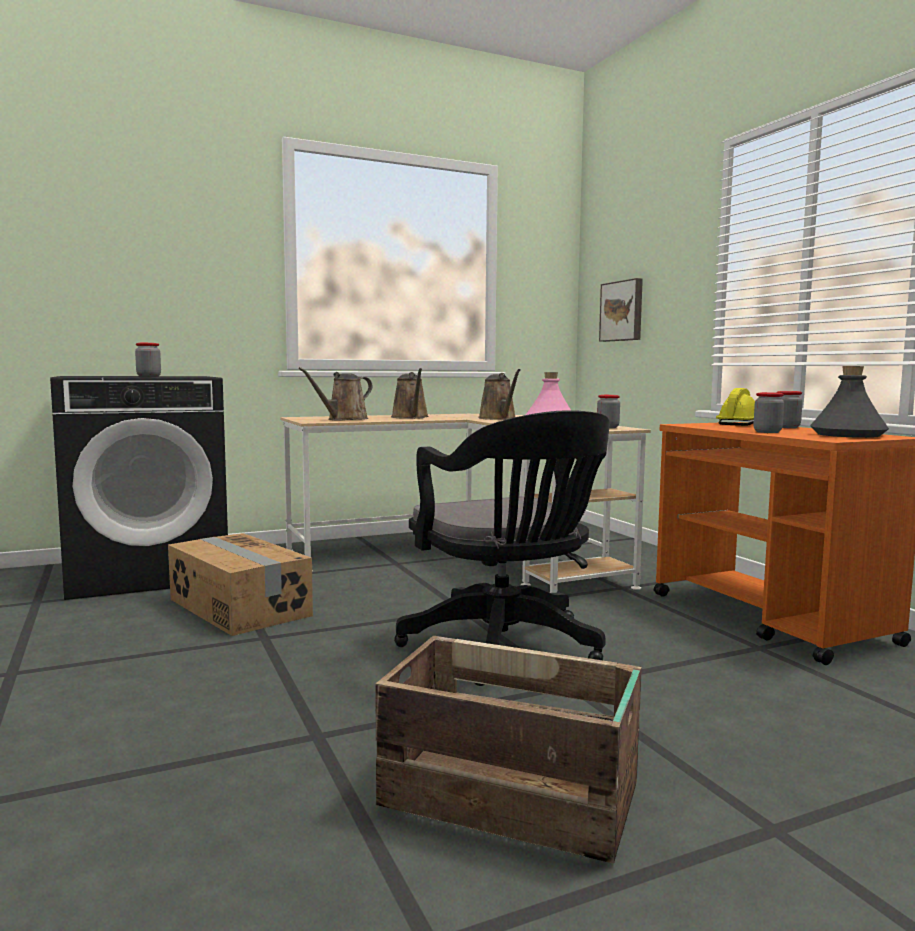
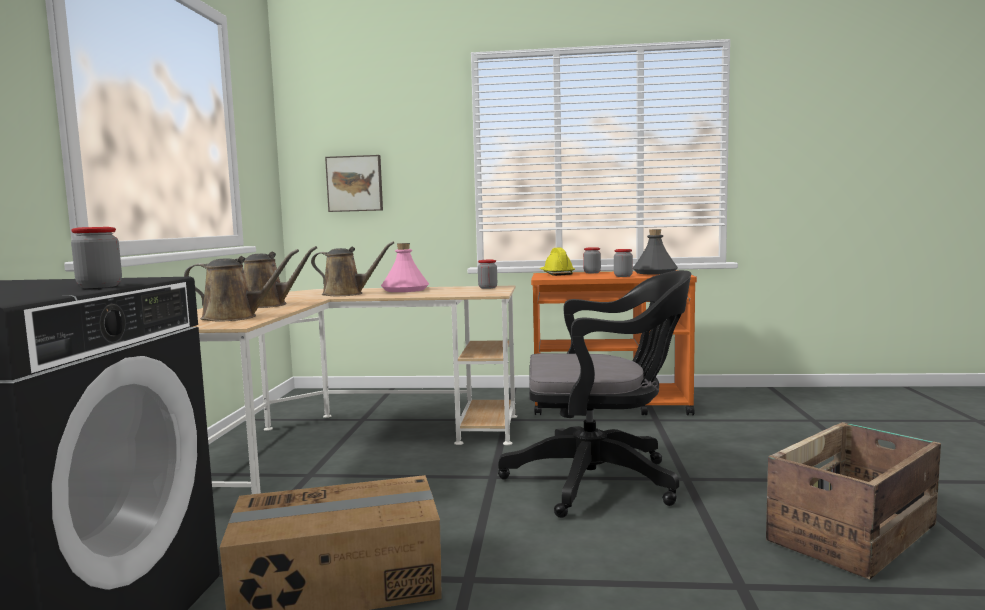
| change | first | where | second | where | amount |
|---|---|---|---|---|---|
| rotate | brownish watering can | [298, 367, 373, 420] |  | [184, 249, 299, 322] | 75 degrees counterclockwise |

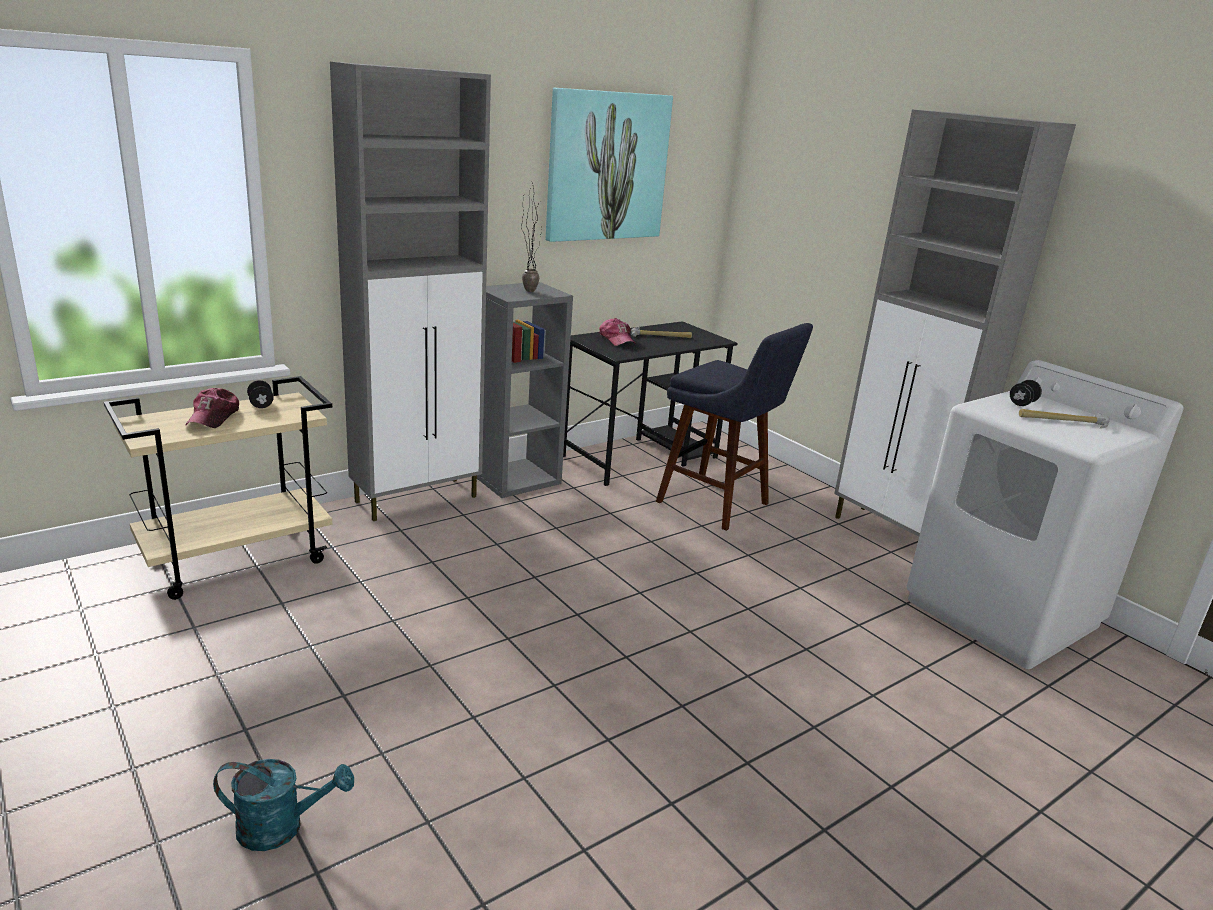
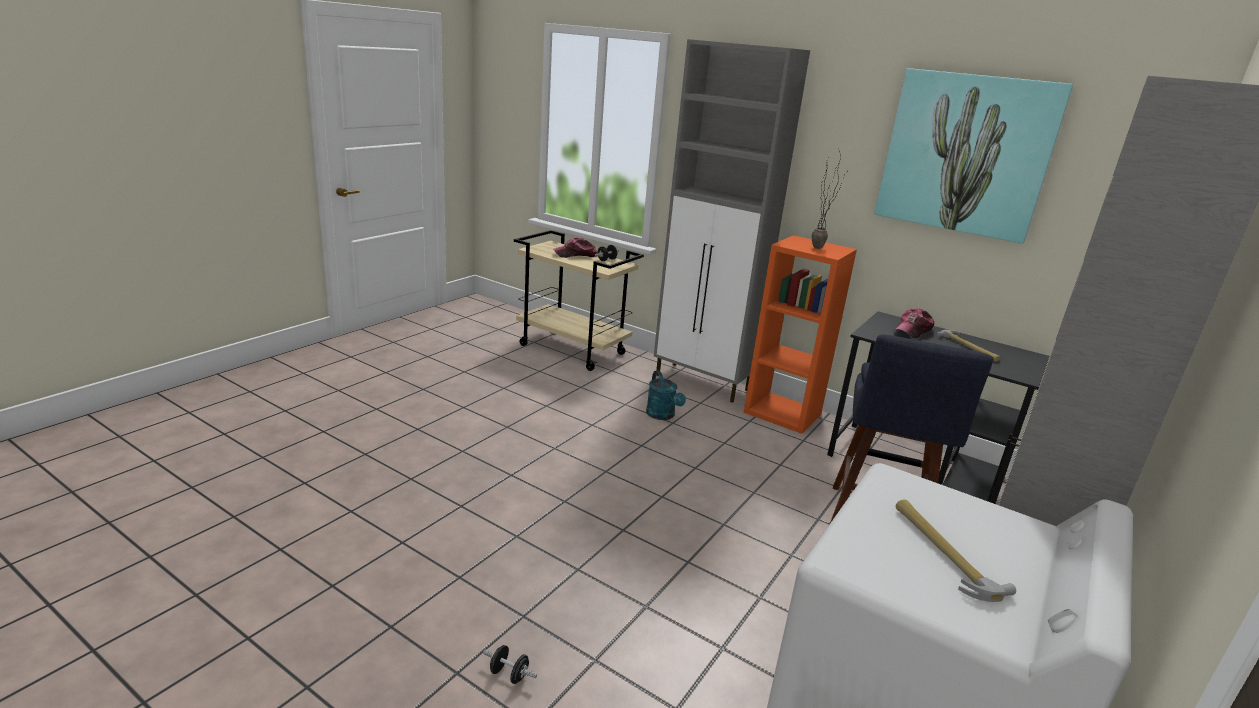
| change | first | where | second | where | amount |
|---|---|---|---|---|---|
| move | black-coloured hand weight | [1010, 380, 1042, 406] |  | [483, 645, 537, 684] |  |
| move | turquoise-coloured watering can | [213, 759, 354, 851] |  | [646, 370, 686, 420] |  |
| recolor | grey shelving unit | [477, 282, 573, 498] | orangey shelving unit | [744, 235, 857, 434] |  |

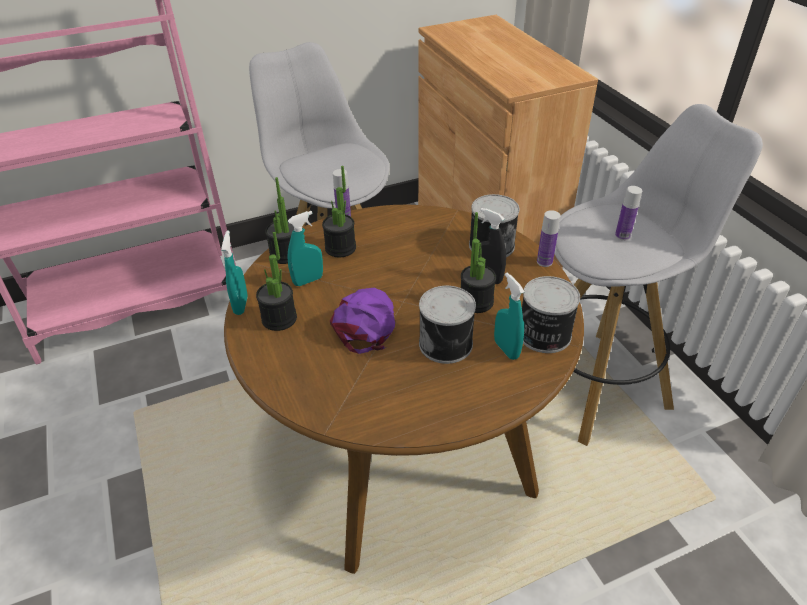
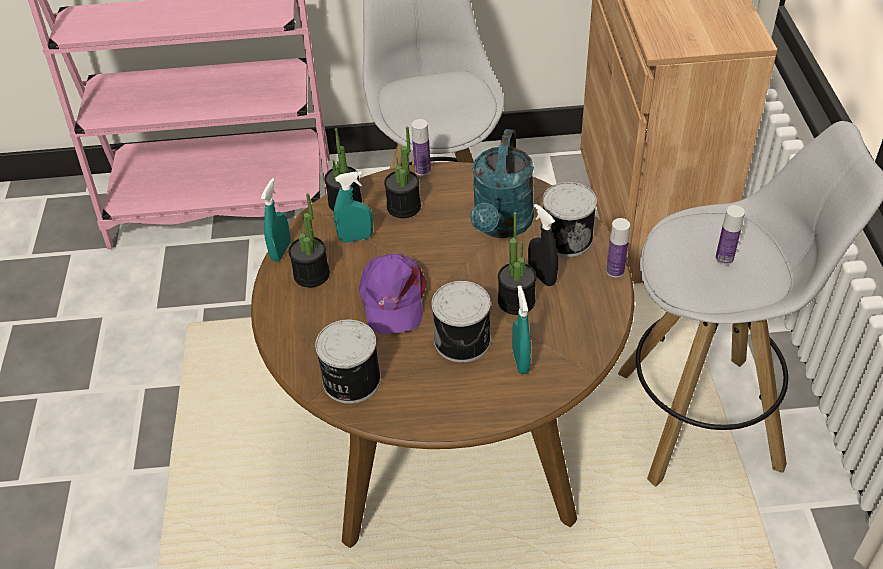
| change | first | where | second | where | amount |
|---|---|---|---|---|---|
| move | sealed can | [522, 276, 580, 353] |  | [315, 320, 381, 404] |  |
| rotate | purple cap | [330, 288, 395, 354] |  | [359, 254, 427, 334] | 150 degrees clockwise |
| insert |  |  | turquoise-coloured watering can | [470, 129, 534, 238] |  |

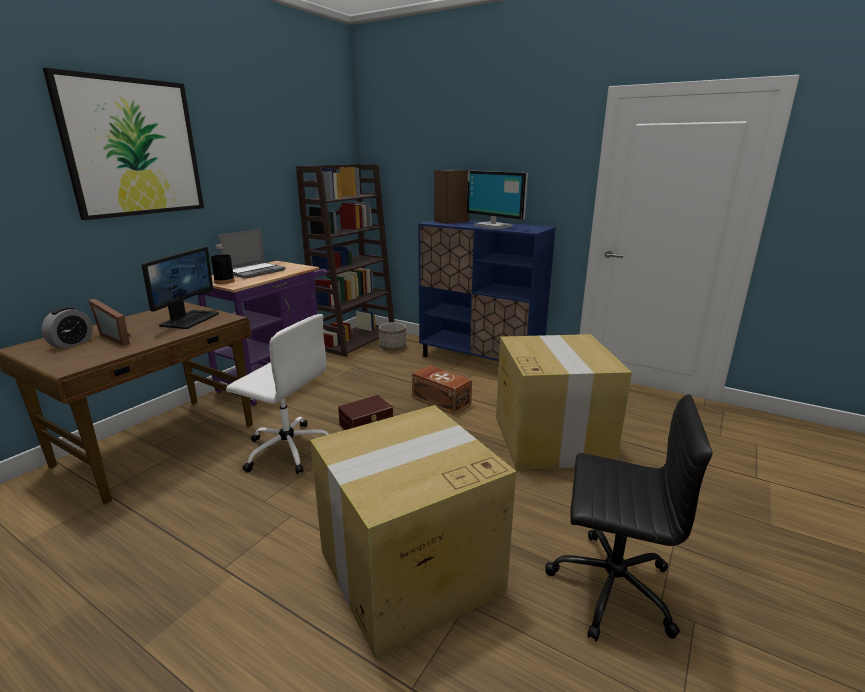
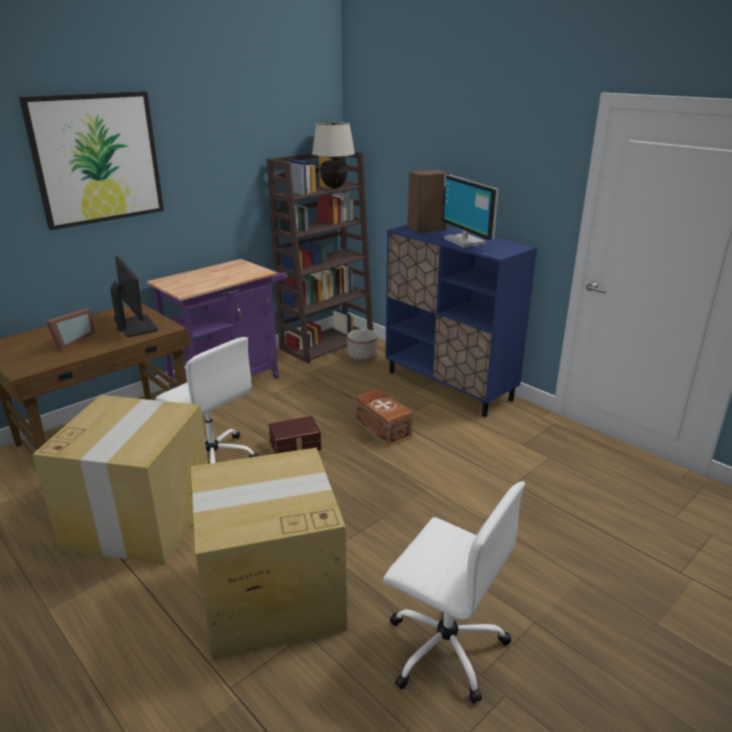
| change | first | where | second | where | amount |
|---|---|---|---|---|---|
| move | carton | [496, 334, 632, 470] |  | [32, 395, 208, 565] |  |
| rotate | standing frame | [88, 299, 132, 346] |  | [46, 308, 95, 350] | 120 degrees counterclockwise |
| rotate | computer display | [142, 247, 219, 329] |  | [110, 256, 158, 337] | 60 degrees counterclockwise |
| insert |  |  | beige-coloured table lamp | [312, 122, 355, 188] |  |
| recolor | black-coloured office chair | [545, 394, 713, 642] | white-coloured office chair | [383, 481, 525, 704] |  |
| delete | table clock | [42, 307, 93, 349] |  |  |  |
| delete | black-coloured bottle | [211, 245, 235, 284] |  |  |  |
| delete | portable computer | [218, 229, 286, 279] |  |  |  |

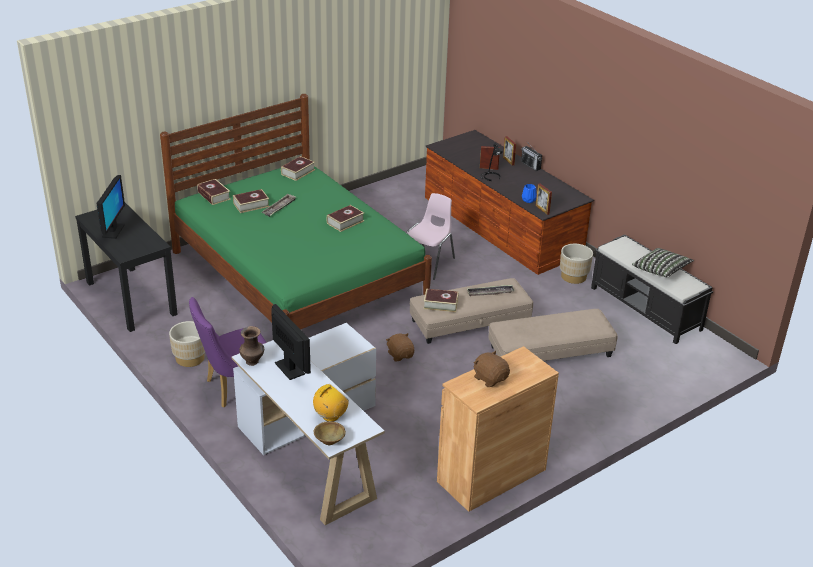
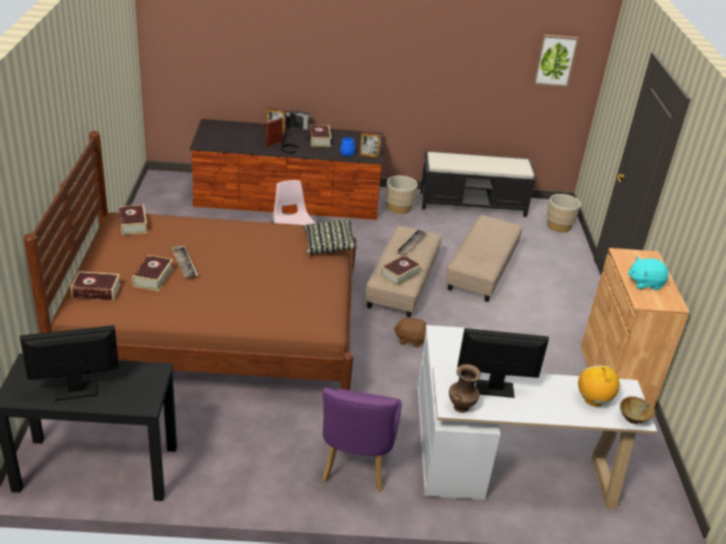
| change | first | where | second | where | amount |
|---|---|---|---|---|---|
| rotate | computer display | [96, 175, 125, 239] |  | [20, 325, 119, 401] | 60 degrees counterclockwise |
| recolor | green sleeping bed | [160, 94, 432, 330] | brownish sleeping bed | [23, 131, 357, 390] |  |
| move | throw pillow | [632, 248, 694, 278] |  | [303, 220, 357, 254] |  |
| move | volume | [327, 205, 364, 232] |  | [309, 125, 331, 147] |  |
| insert |  |  | picture | [533, 34, 579, 87] |  |
| move | beige-coloured flower pot | [169, 321, 205, 367] |  | [547, 194, 581, 233] |  |
| recolor | brownish soft toy | [473, 351, 510, 387] | turquoise-coloured soft toy | [628, 256, 668, 290] |  |

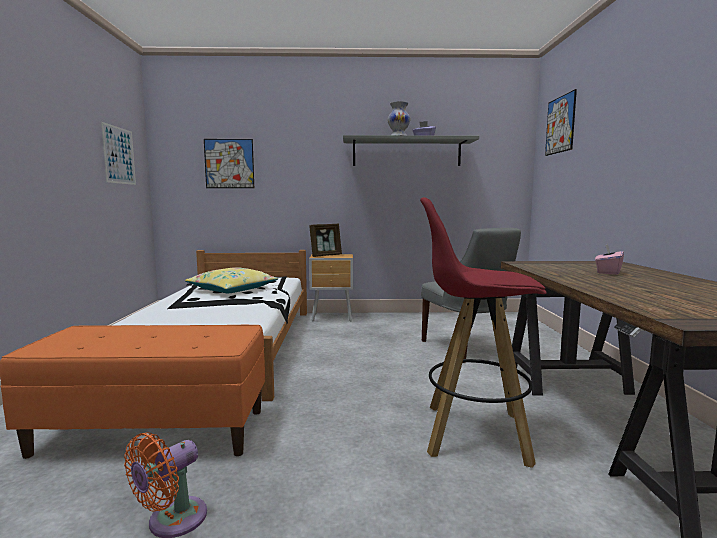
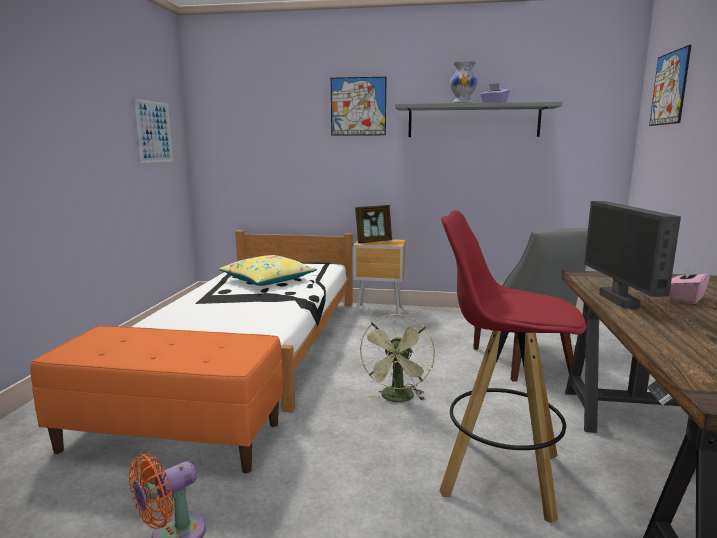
| change | first | where | second | where | amount |
|---|---|---|---|---|---|
| move | picture | [204, 139, 254, 188] |  | [331, 77, 386, 136] |  |
| insert |  |  | green electric fan | [360, 314, 435, 402] |  |
| insert |  |  | computer display | [584, 201, 681, 308] |  |

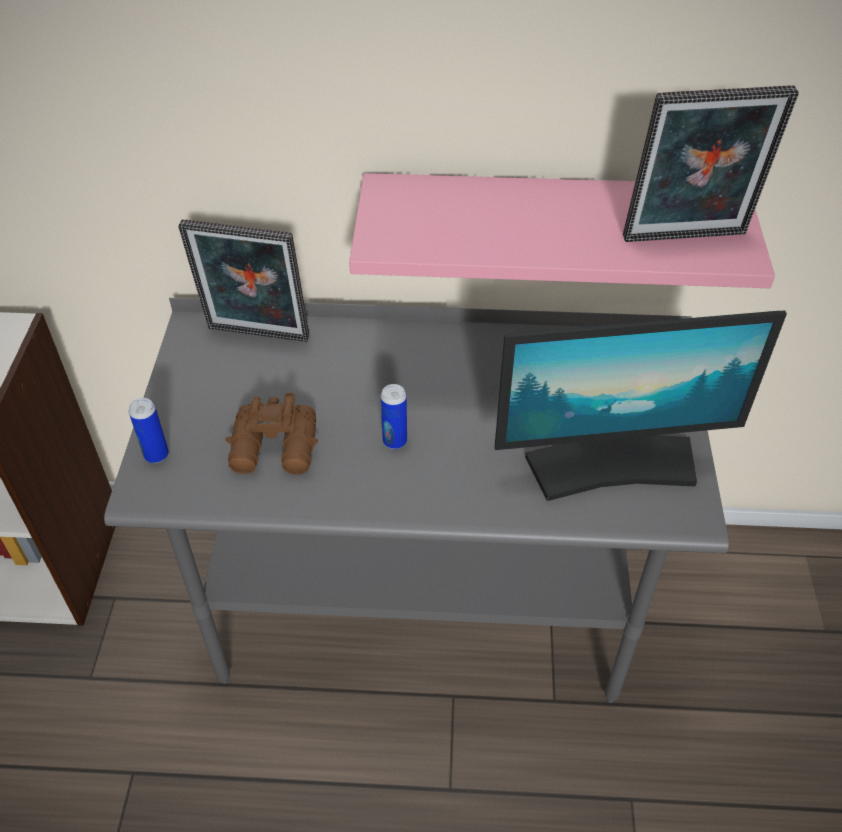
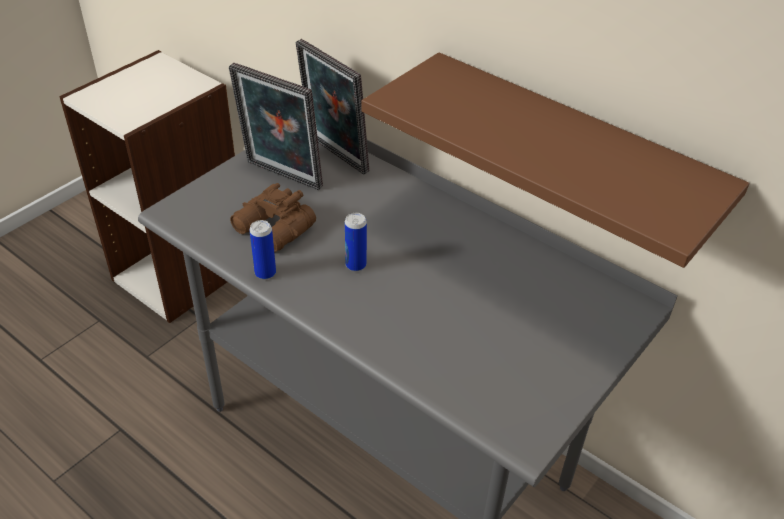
| change | first | where | second | where | amount |
|---|---|---|---|---|---|
| move | standing frame | [623, 85, 799, 242] |  | [229, 63, 323, 190] |  |
| move | sealed can | [129, 398, 169, 463] |  | [249, 220, 276, 280] |  |
| recolor | pink-coloured shelf | [349, 173, 775, 288] | brownish shelf | [362, 52, 749, 268] |  |
| delete | computer display | [495, 311, 787, 501] |  |  |  |

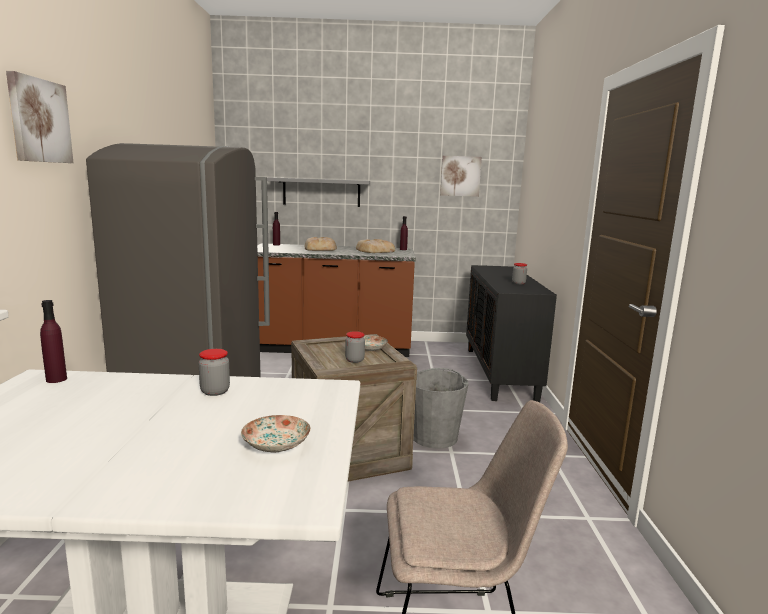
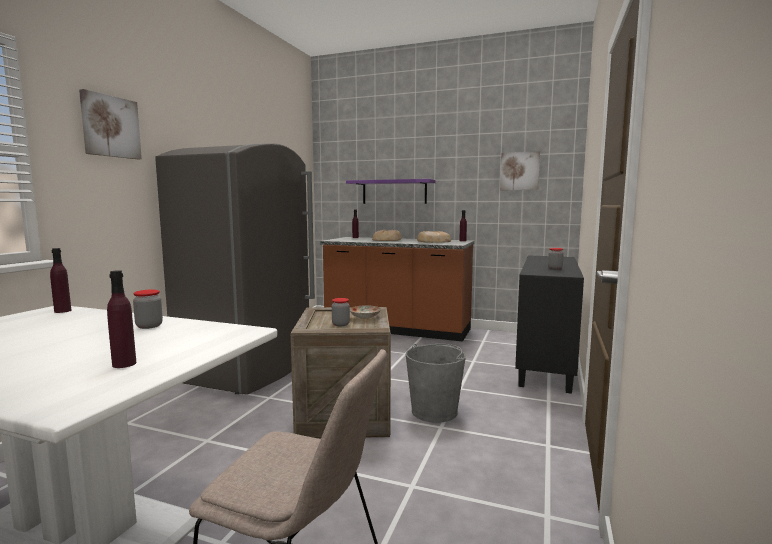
| change | first | where | second | where | amount |
|---|---|---|---|---|---|
| replace | plate | [241, 415, 311, 452] | purple bottle | [107, 270, 137, 368] |  |
| recolor | grey shelf | [267, 177, 370, 207] | purple shelf | [346, 179, 436, 204] |  |

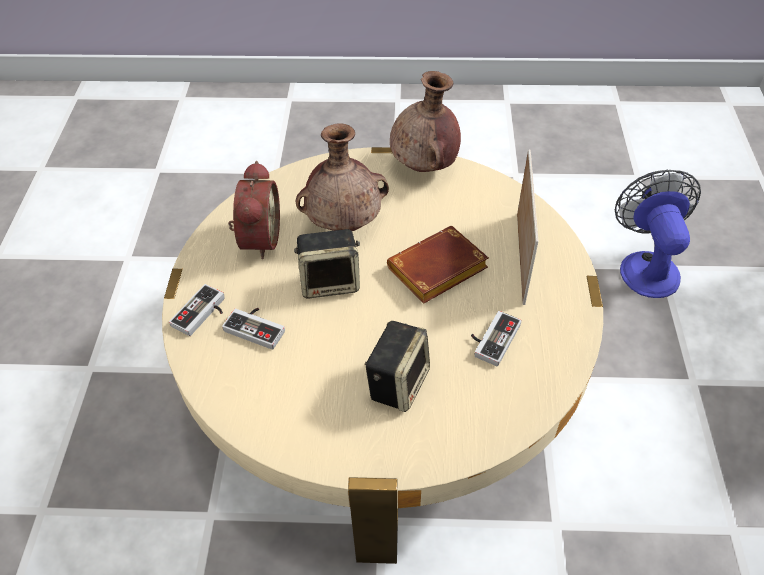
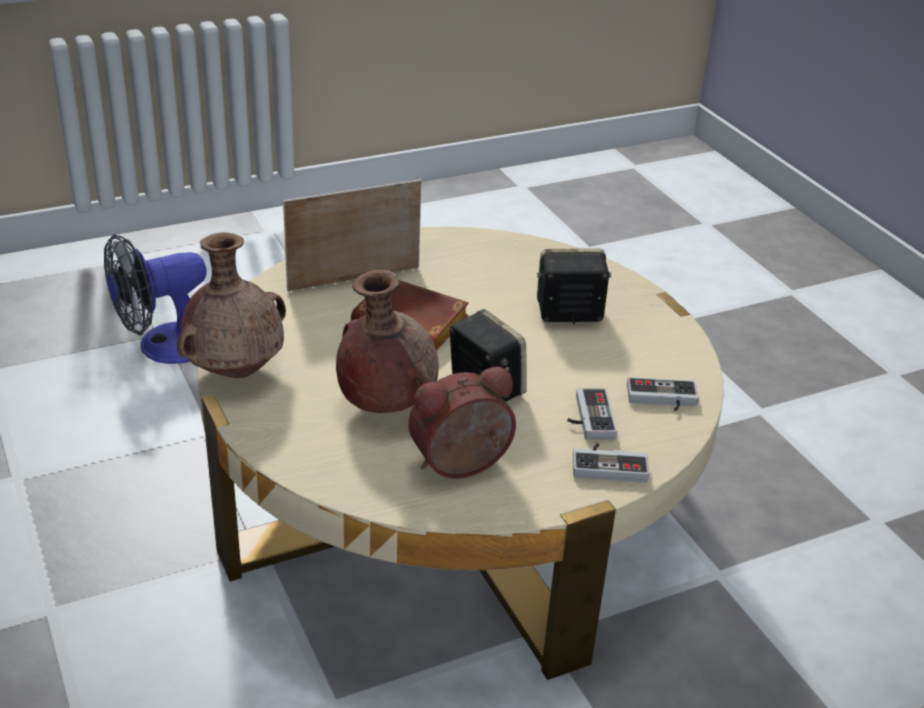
| change | first | where | second | where | amount |
|---|---|---|---|---|---|
| move | joypad | [471, 311, 522, 366] |  | [627, 377, 699, 411] |  |

